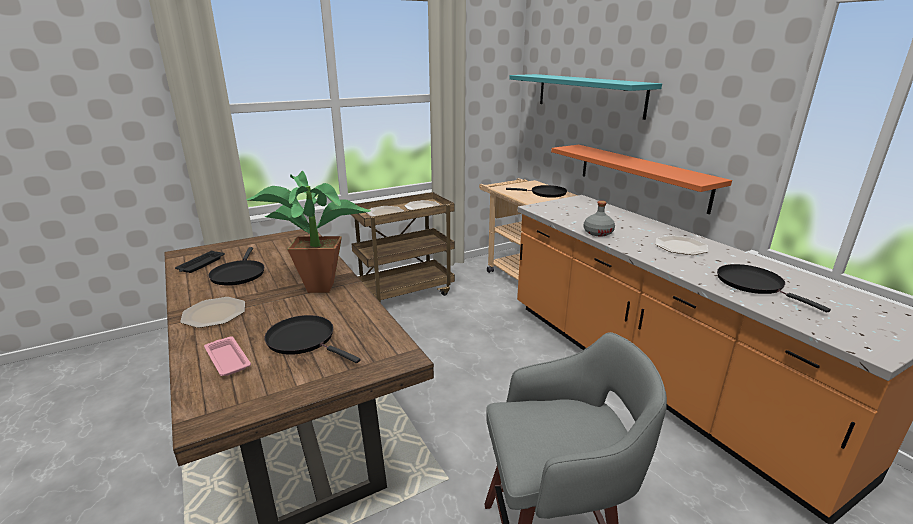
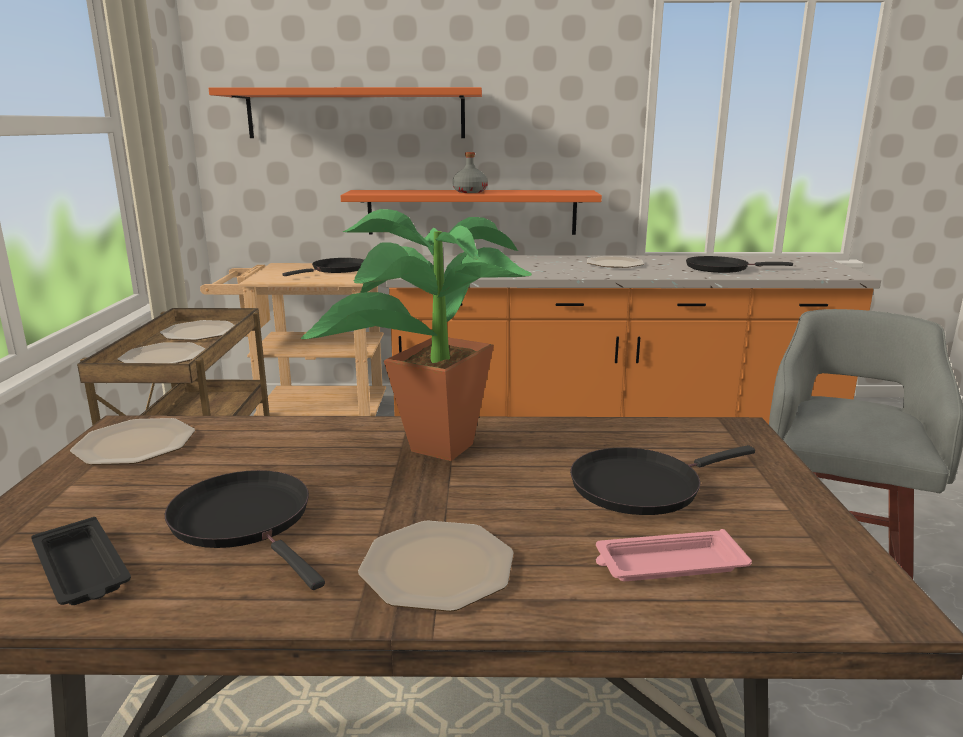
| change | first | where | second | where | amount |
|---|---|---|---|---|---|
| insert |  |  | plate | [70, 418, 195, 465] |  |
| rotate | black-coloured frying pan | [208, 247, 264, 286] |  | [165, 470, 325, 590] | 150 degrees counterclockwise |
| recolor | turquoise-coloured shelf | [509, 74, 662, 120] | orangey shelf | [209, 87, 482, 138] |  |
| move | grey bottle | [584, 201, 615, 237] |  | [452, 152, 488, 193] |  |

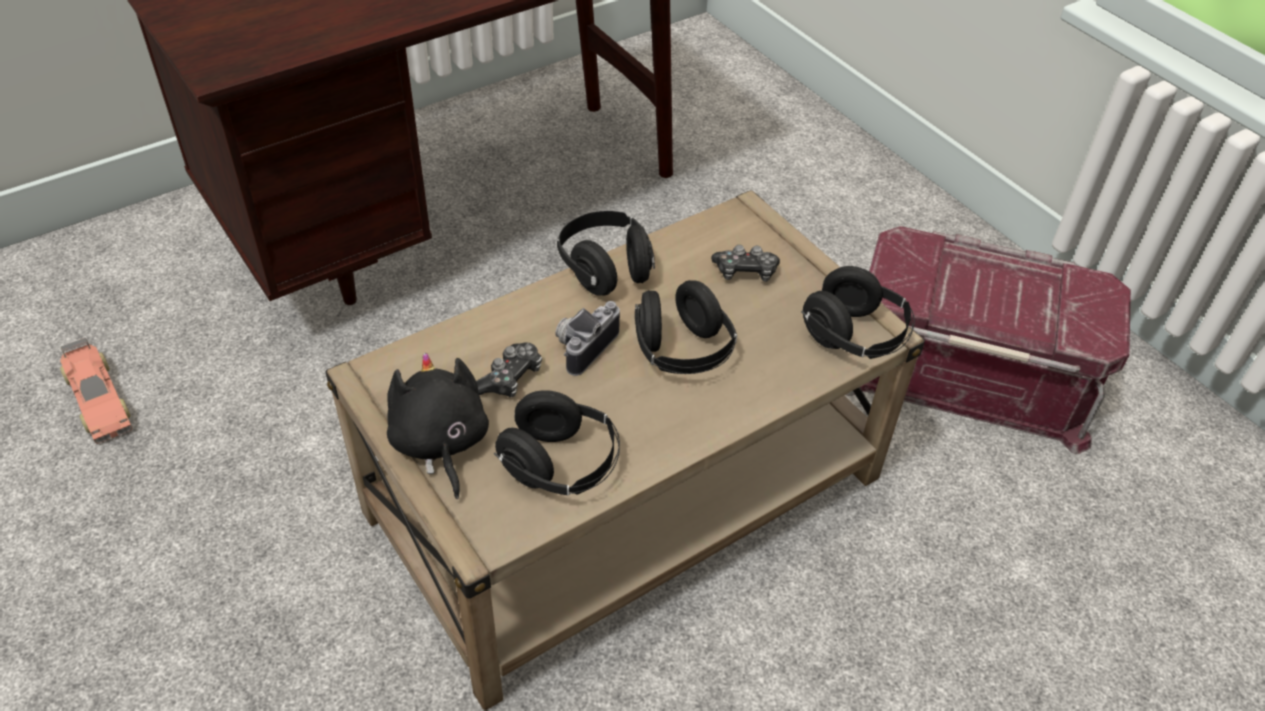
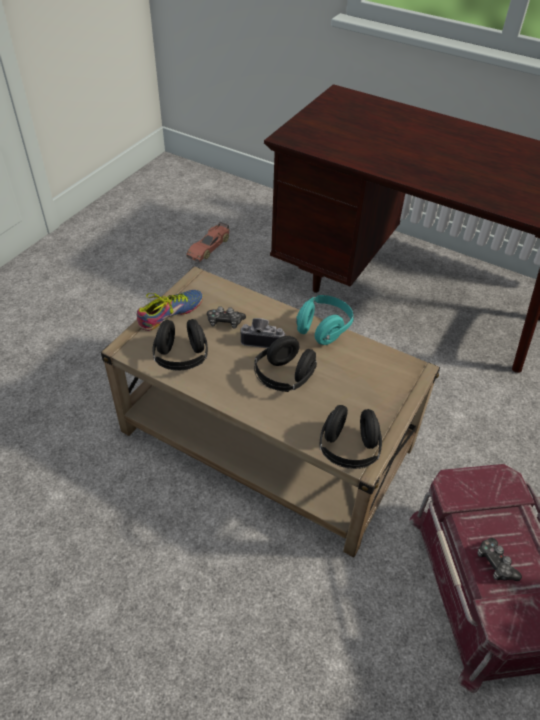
| change | first | where | second | where | amount |
|---|---|---|---|---|---|
| replace | black-coloured soft toy | [387, 353, 489, 499] | shoe | [137, 290, 203, 331] |  |
| recolor | black-coloured headphones | [557, 211, 655, 296] | turquoise-coloured headphones | [296, 295, 354, 345] |  |
| move | joypad | [711, 245, 780, 282] |  | [477, 538, 522, 581] |  |

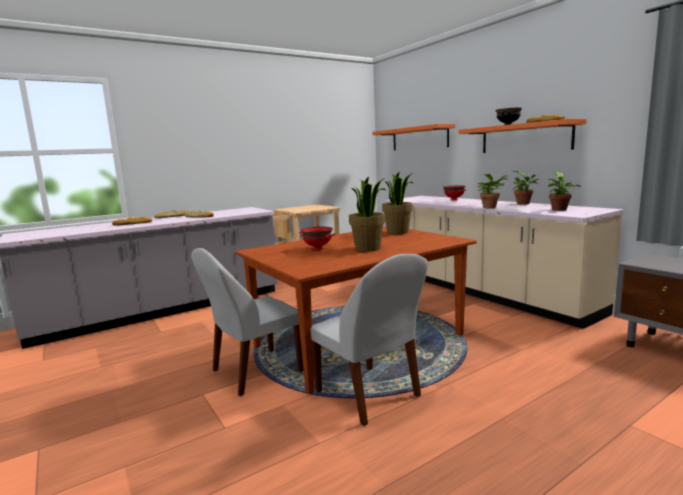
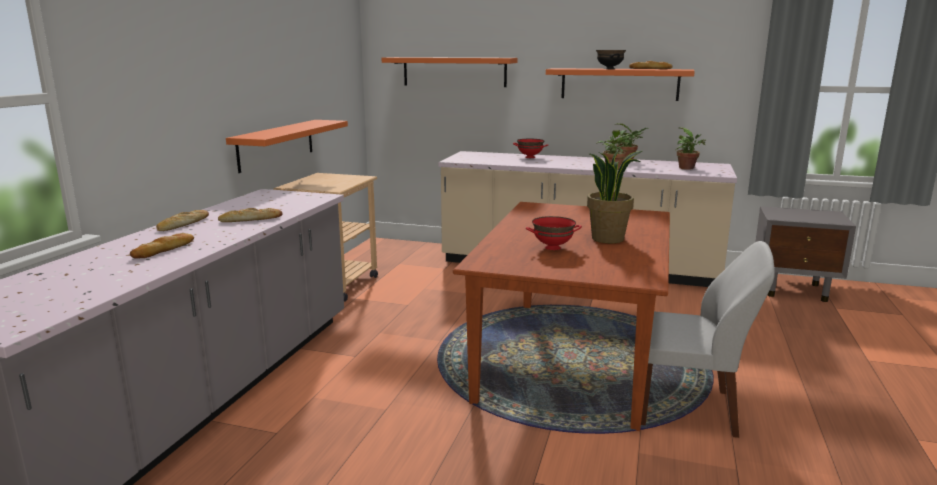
| change | first | where | second | where | amount |
|---|---|---|---|---|---|
| insert |  |  | orangey shelf | [226, 120, 348, 173] |  |
| delete | white-coloured upright chair | [191, 248, 304, 396] |  |  |  |
| delete | potted plant | [382, 172, 414, 234] |  |  |  |

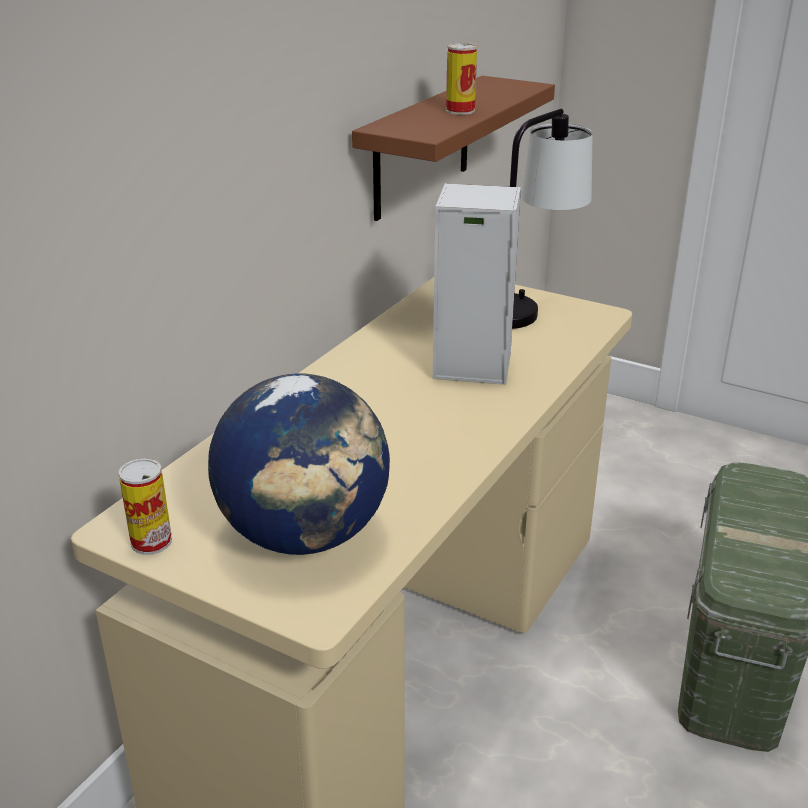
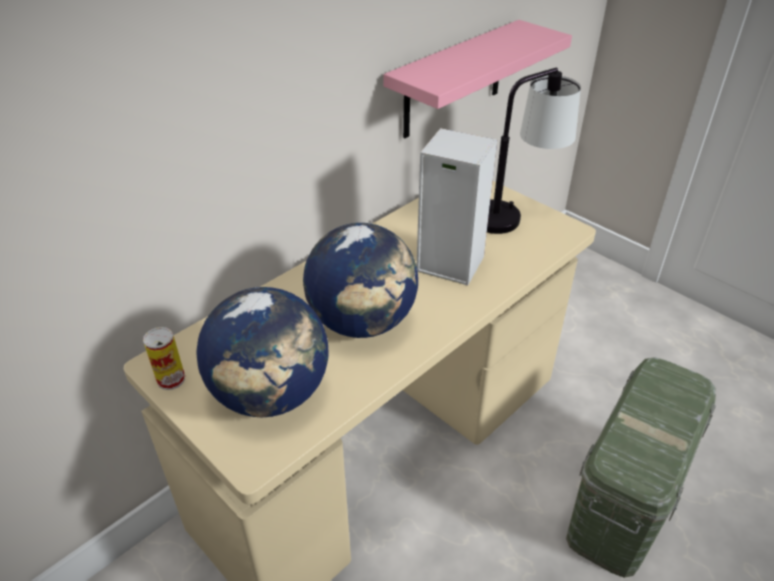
| change | first | where | second | where | amount |
|---|---|---|---|---|---|
| insert |  |  | globe | [303, 223, 418, 338] |  |
| recolor | brownish shelf | [352, 76, 555, 221] | pink-coloured shelf | [384, 20, 572, 138] |  |
| delete | sealed can | [446, 43, 477, 115] |  |  |  |

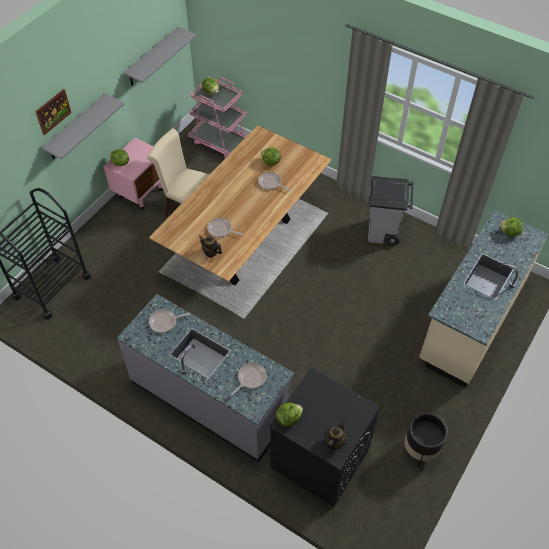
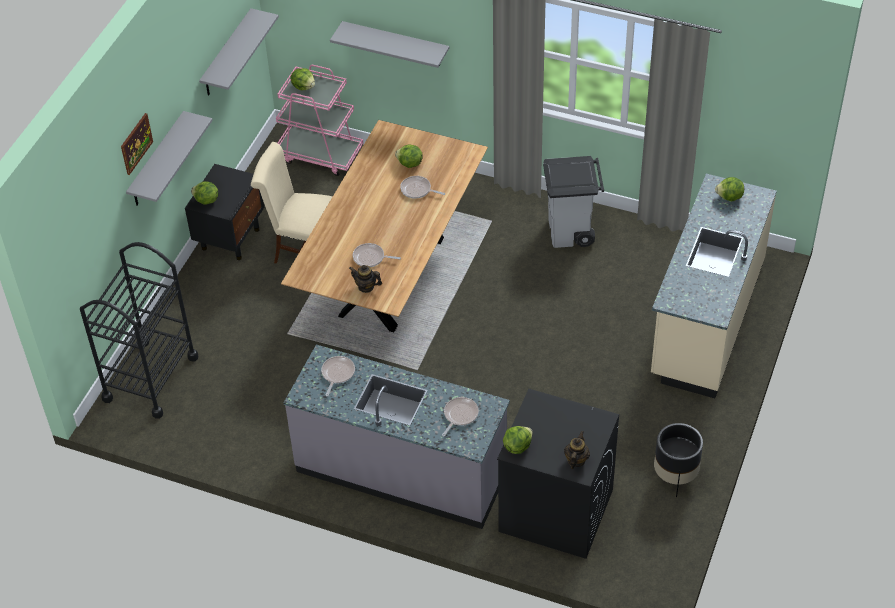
| change | first | where | second | where | amount |
|---|---|---|---|---|---|
| recolor | pink-coloured night table | [104, 137, 163, 210] | black-coloured night table | [185, 164, 264, 260] |  |
| rotate | frying pan | [149, 309, 191, 333] |  | [321, 356, 355, 396] | 135 degrees clockwise |
| insert |  |  | grey shelf | [330, 21, 449, 68] |  |

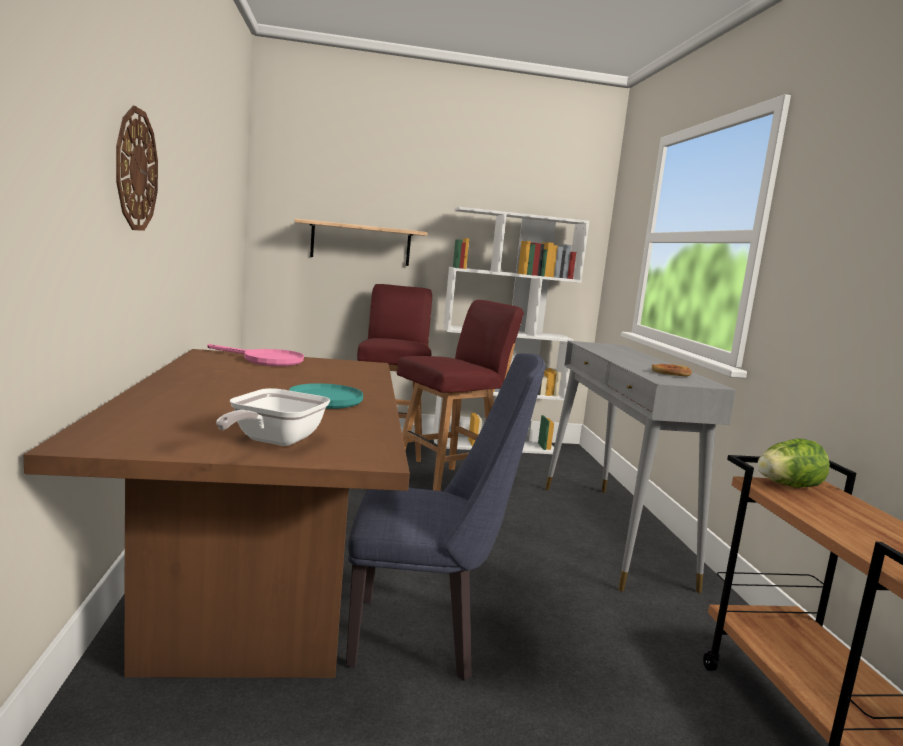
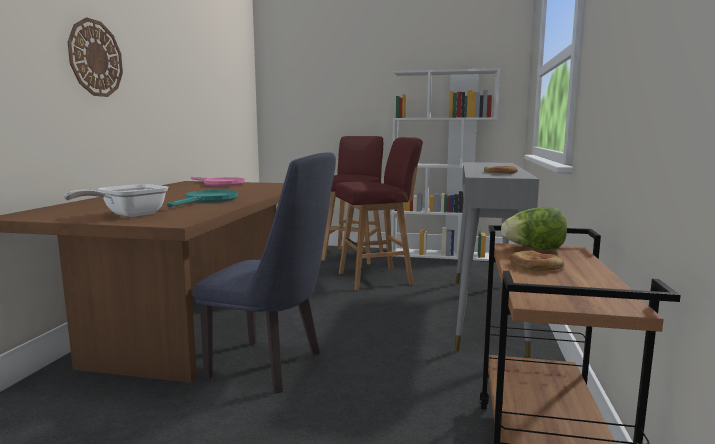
| change | first | where | second | where | amount |
|---|---|---|---|---|---|
| insert |  |  | baked bread | [509, 251, 564, 271] |  |
| delete | shelf | [295, 219, 428, 266] |  |  |  |

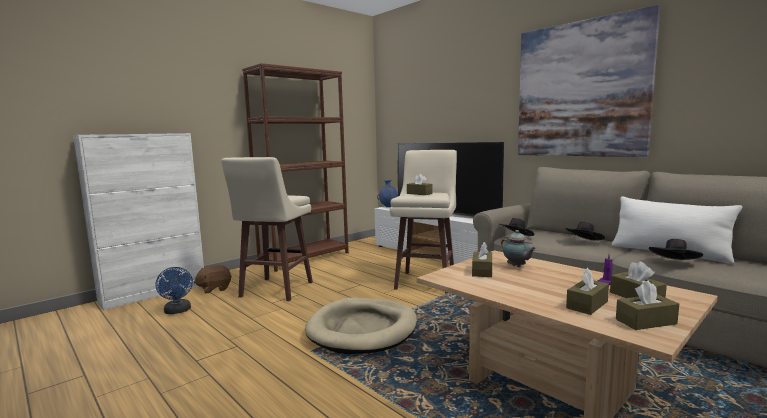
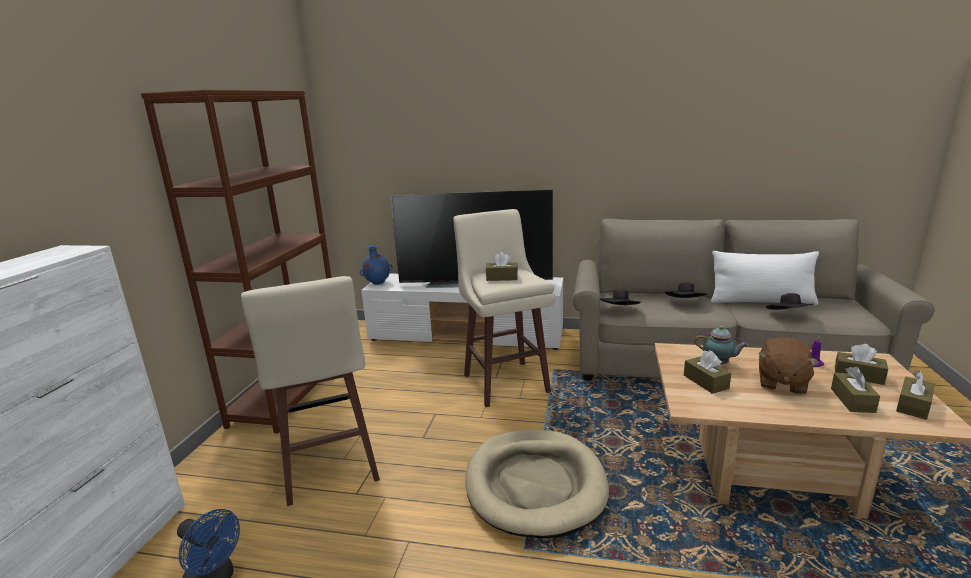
| change | first | where | second | where | amount |
|---|---|---|---|---|---|
| move | brownish soft toy | [193, 265, 232, 294] |  | [759, 337, 819, 395] |  |
| delete | picture | [518, 5, 660, 157] |  |  |  |

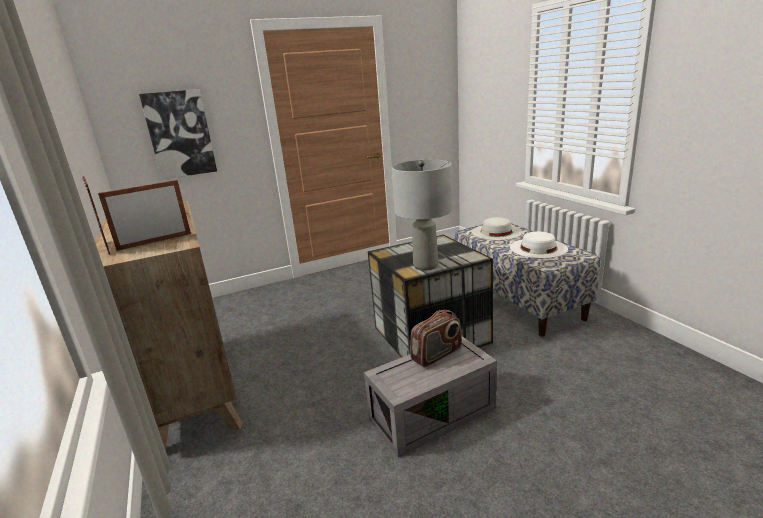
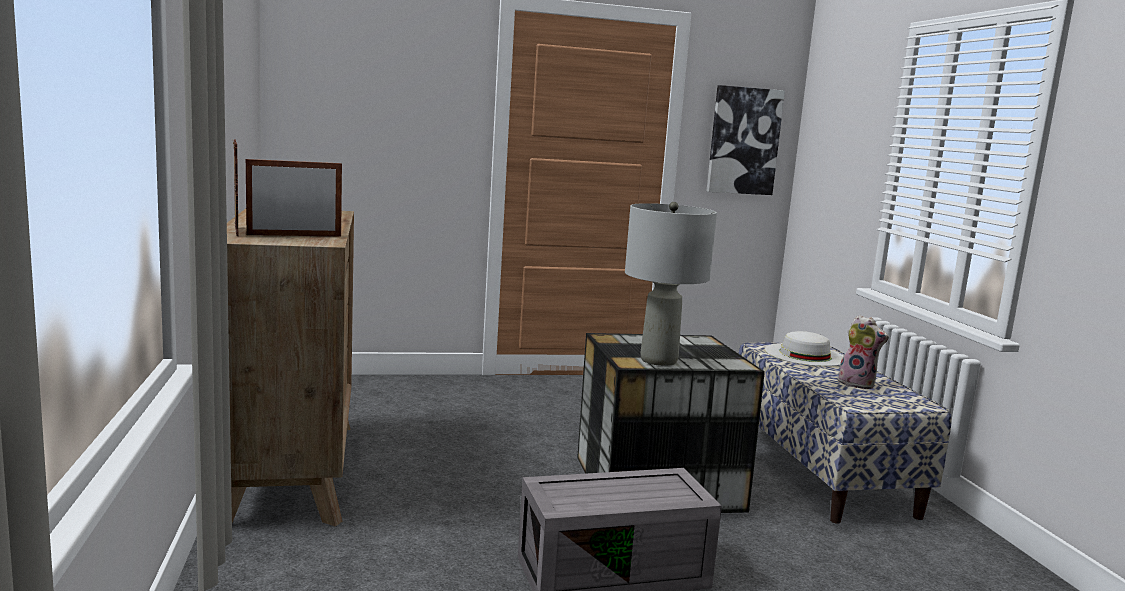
| change | first | where | second | where | amount |
|---|---|---|---|---|---|
| move | picture | [139, 89, 217, 179] |  | [707, 85, 785, 195] |  |
| replace | white-coloured hat | [510, 231, 568, 258] | soft toy | [834, 315, 889, 389] |  |
| delete | radio receiver | [410, 310, 462, 367] |  |  |  |

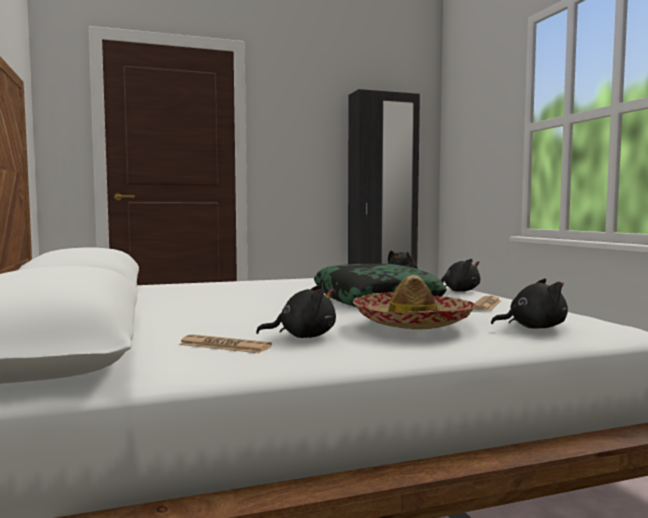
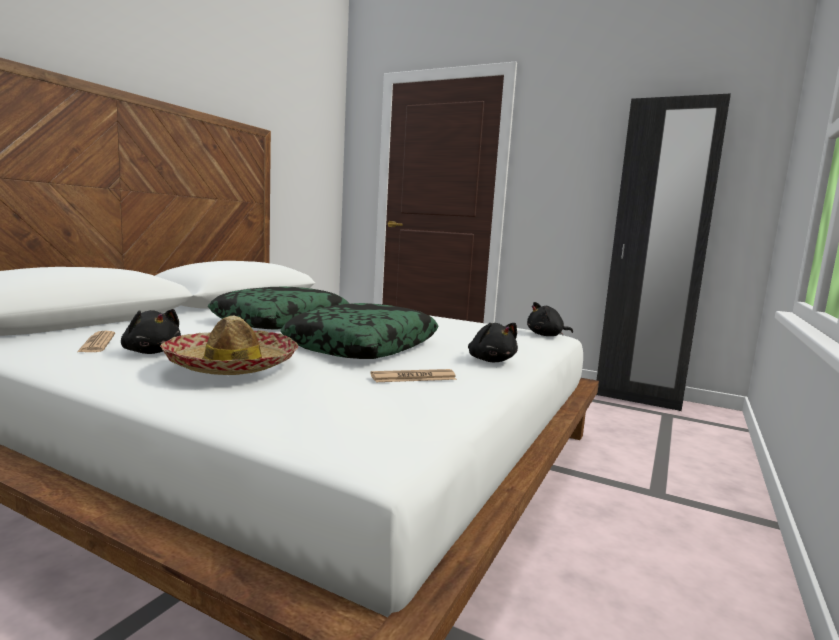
| change | first | where | second | where | amount |
|---|---|---|---|---|---|
| insert |  |  | throw pillow | [208, 287, 349, 330] |  |
| delete | black-coloured soft toy | [491, 279, 568, 329] |  |  |  |

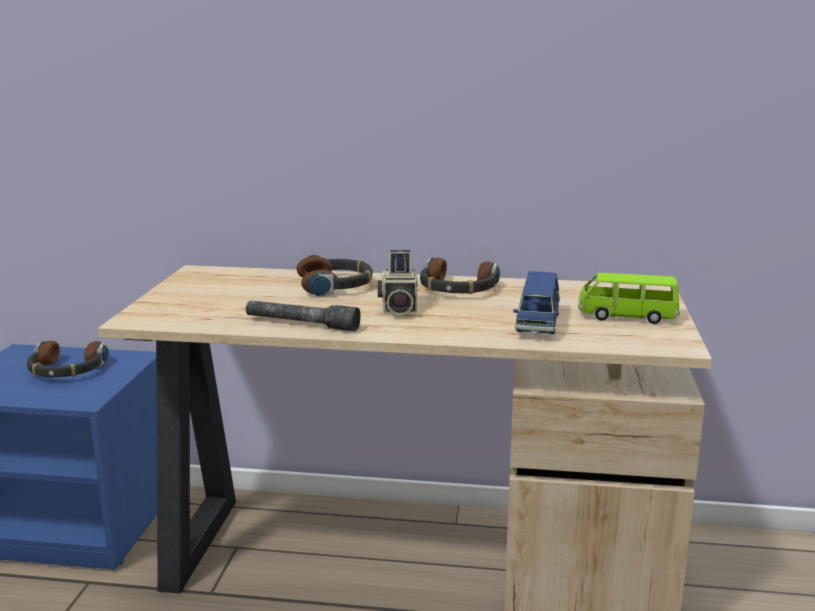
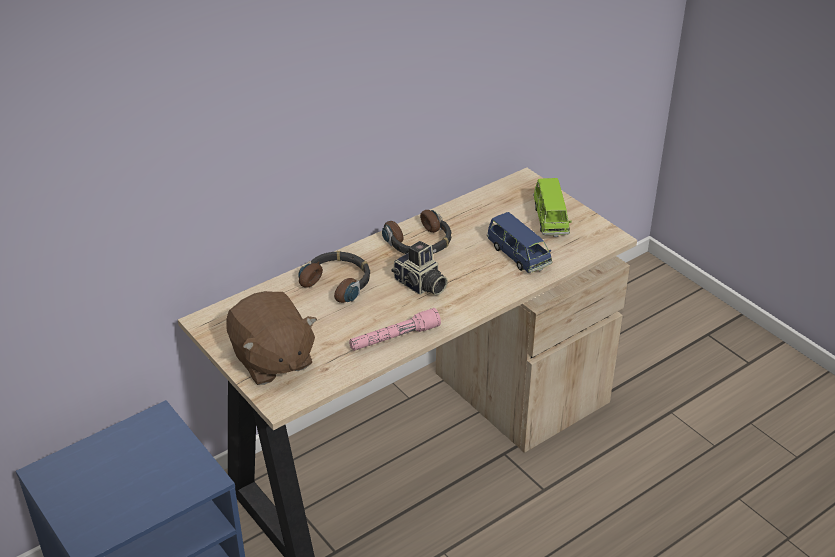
| change | first | where | second | where | amount |
|---|---|---|---|---|---|
| insert |  |  | brownish soft toy | [226, 291, 317, 385] |  |
| recolor | grey flashlight | [246, 300, 361, 331] | pink-coloured flashlight | [349, 308, 441, 351] |  |
| rotate | green toy car | [578, 273, 680, 324] |  | [533, 178, 572, 237] | 60 degrees counterclockwise |
| delete | headphones | [27, 341, 109, 377] |  |  |  |

